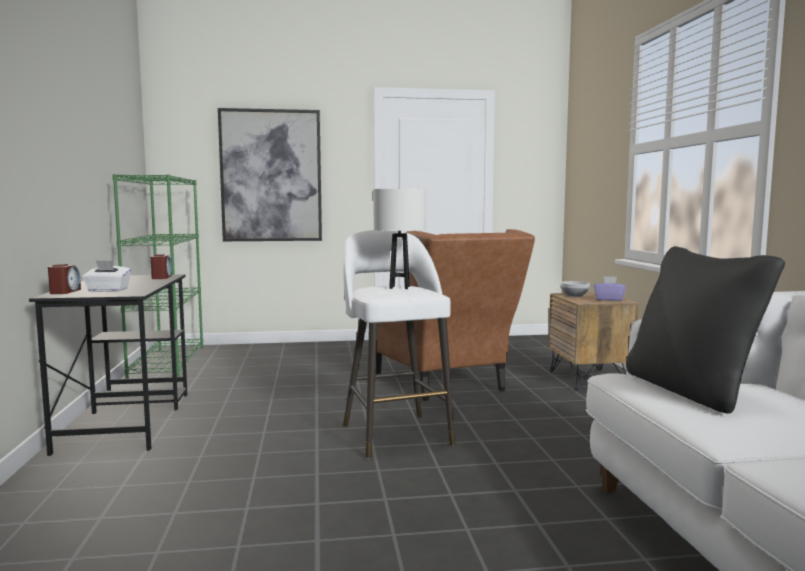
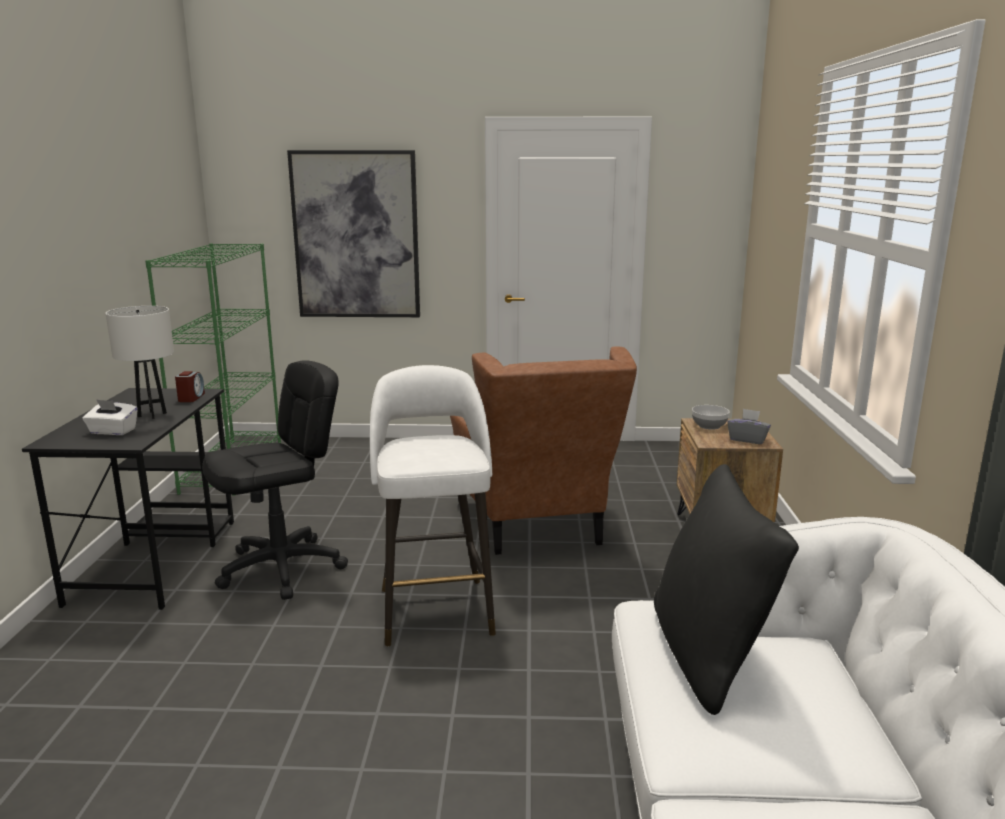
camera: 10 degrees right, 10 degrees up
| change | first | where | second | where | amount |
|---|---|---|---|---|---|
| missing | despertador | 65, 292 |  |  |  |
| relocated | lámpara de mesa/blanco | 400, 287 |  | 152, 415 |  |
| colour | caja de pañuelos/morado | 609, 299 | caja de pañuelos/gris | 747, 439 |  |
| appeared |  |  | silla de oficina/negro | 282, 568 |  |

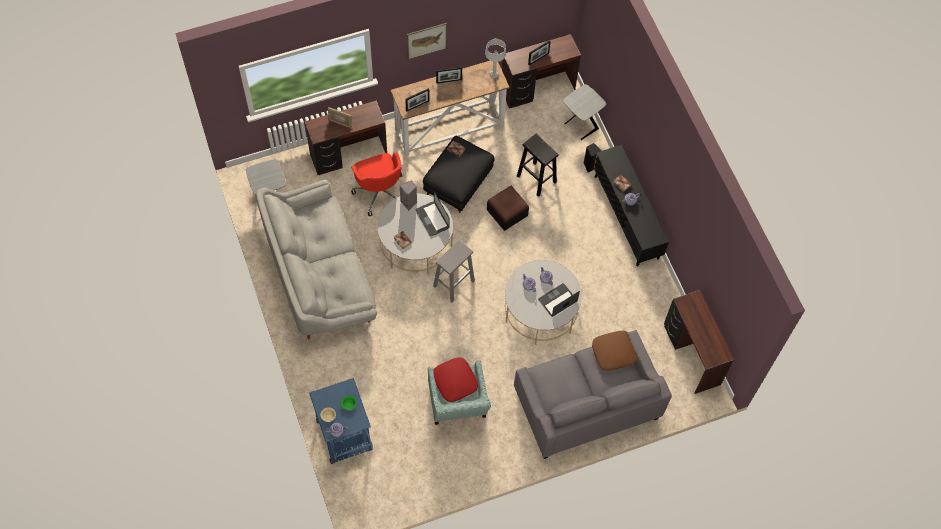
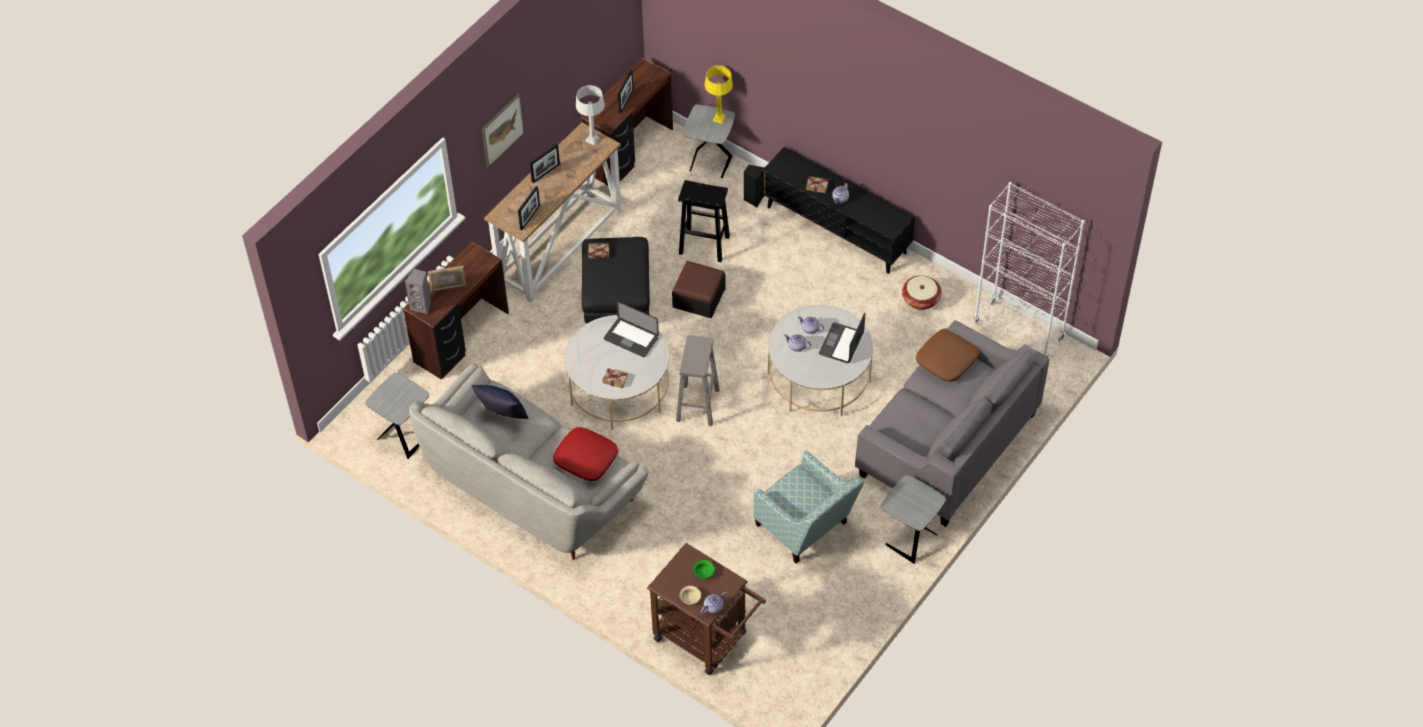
camera: 30 degrees left, 10 degrees down
| change | first | where | second | where | amount |
|---|---|---|---|---|---|
| colour | carrito/azul | 346, 440 | carrito/marrón | 706, 640 |  |
| missing | silla de oficina/rojo | 379, 191 |  |  |  |
| relocated | altavoz/gris | 409, 203 |  | 422, 305 |  |
| relocated | cojín/rojo | 454, 381 |  | 585, 459 |  |
| exchanged | escritorio/marrón | 691, 355 | estantería/blanco | 1018, 331 |  |
| appeared |  |  | cojín/azul | 502, 416 |  |
| appeared |  |  | lámpara de mesa/amarillo | 719, 119 |  |
| appeared |  |  | mesa auxiliar/gris | 909, 540 |  |
| appeared |  |  | cesta | 921, 299 |  |

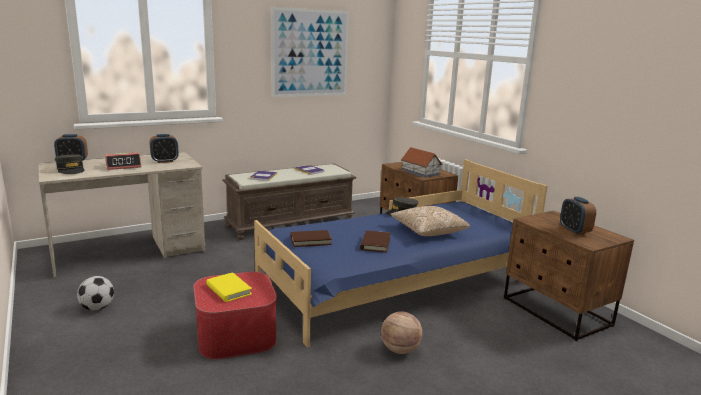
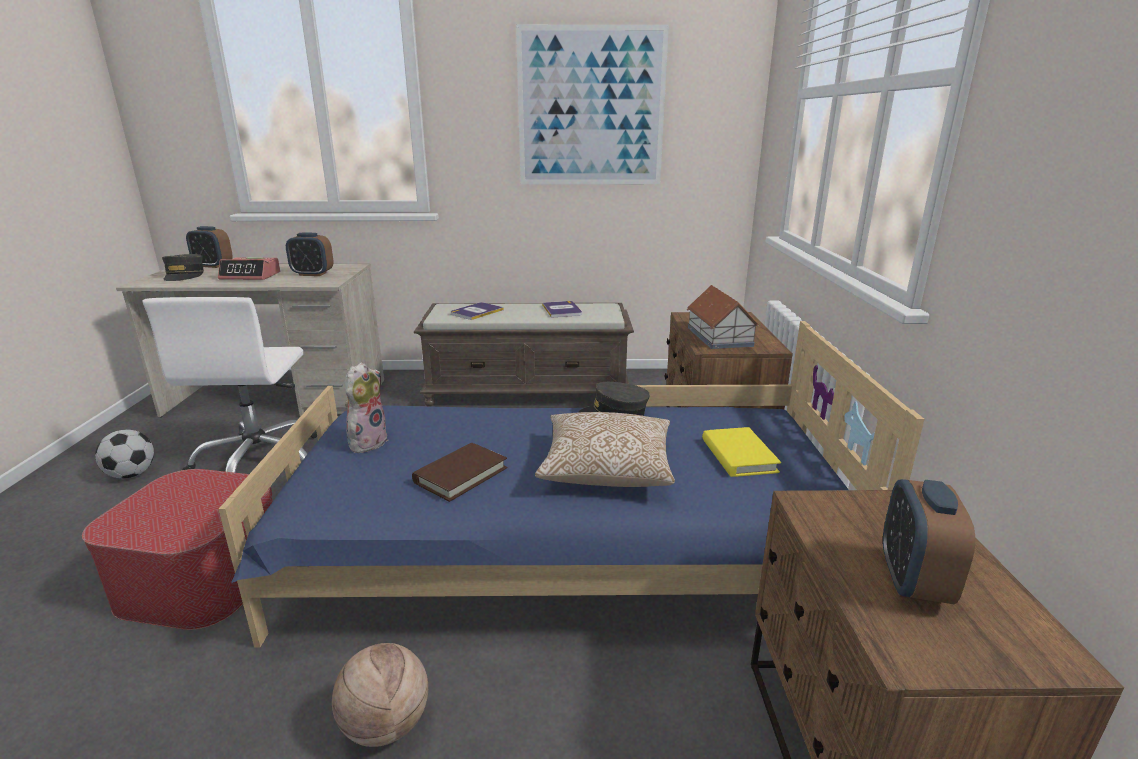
camera: 30 degrees right, 5 degrees up
| change | first | where | second | where | amount |
|---|---|---|---|---|---|
| relocated | libro/amarillo | 228, 290 |  | 738, 456 |  |
| exchanged | libro/marrón | 310, 241 | peluche | 367, 442 |  |
| appeared |  |  | silla de oficina/blanco | 259, 461 |  |

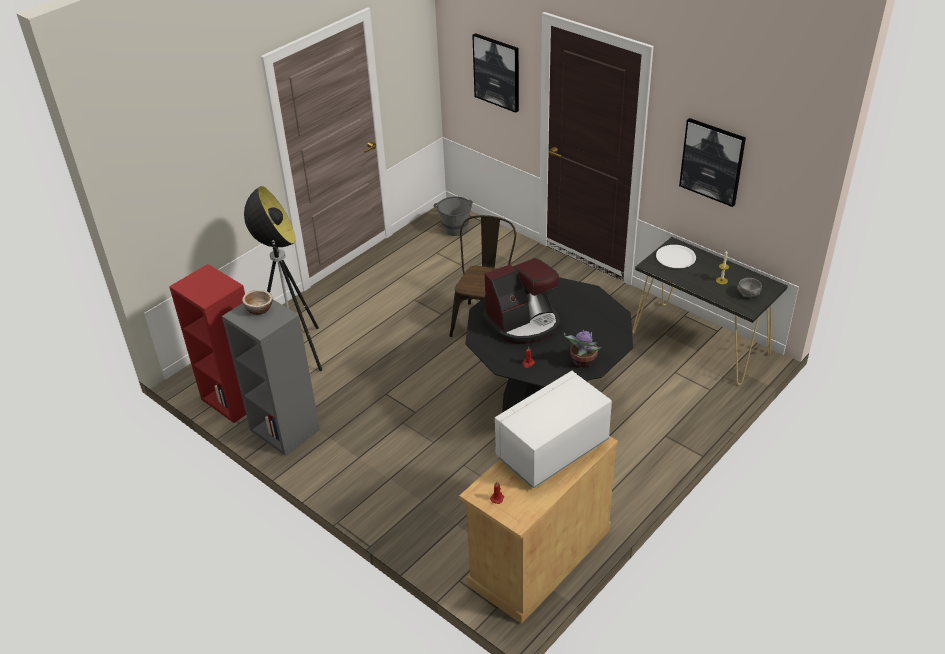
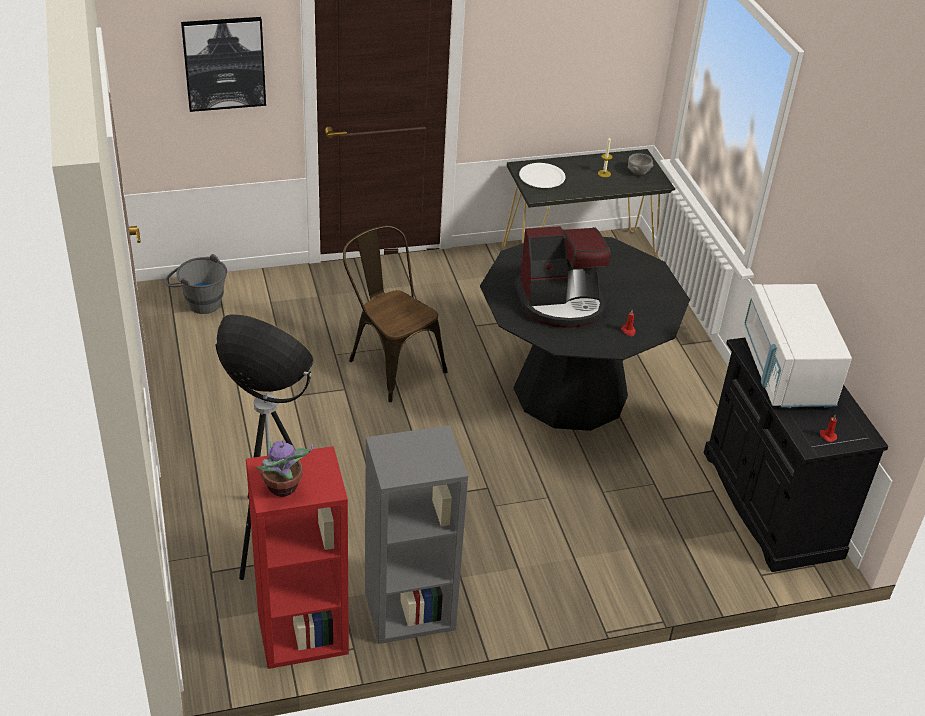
camera: 60 degrees left, 0 degrees up
| change | first | where | second | where | amount |
|---|---|---|---|---|---|
| missing | cuenco | 259, 309 |  |  |  |
| colour | armario/beis | 539, 557 | armario/negro | 770, 503 |  |
| spun | cafetera | 523, 323 |  | 561, 303 | 75 degrees clockwise |
| relocated | planta en maceta | 582, 362 |  | 283, 488 |  |
| missing | cuadro | 712, 161 |  |  |  |

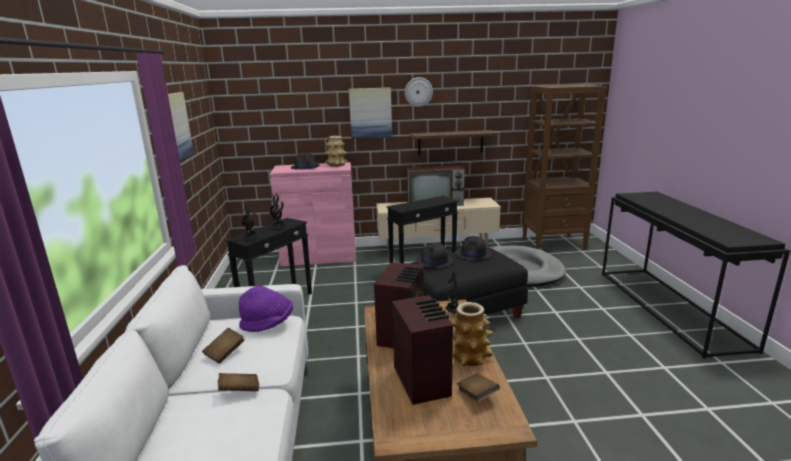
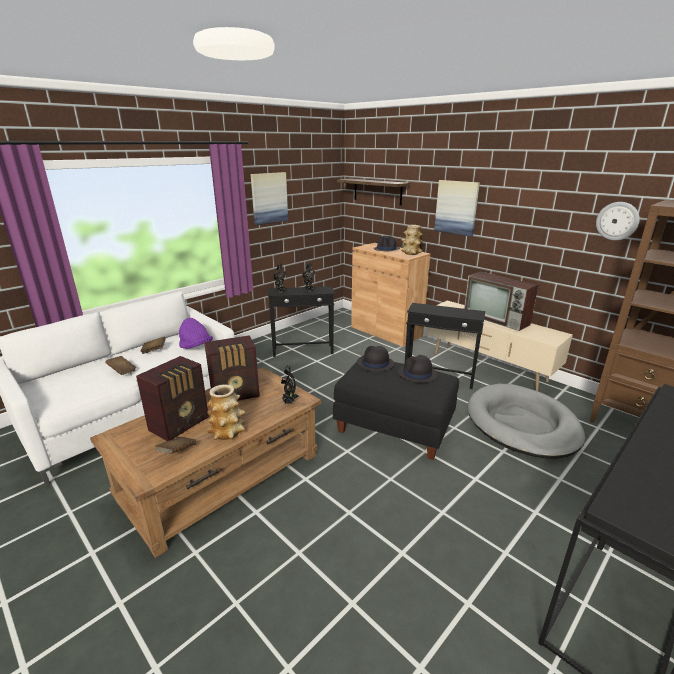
camera: 50 degrees right, 5 degrees up
| change | first | where | second | where | amount |
|---|---|---|---|---|---|
| colour | armario/rosa | 319, 257 | armario/marrón | 386, 331 |  |
| relocated | reloj de pared | 418, 92 |  | 617, 221 |  |
| relocated | estante | 450, 142 |  | 377, 191 |  |

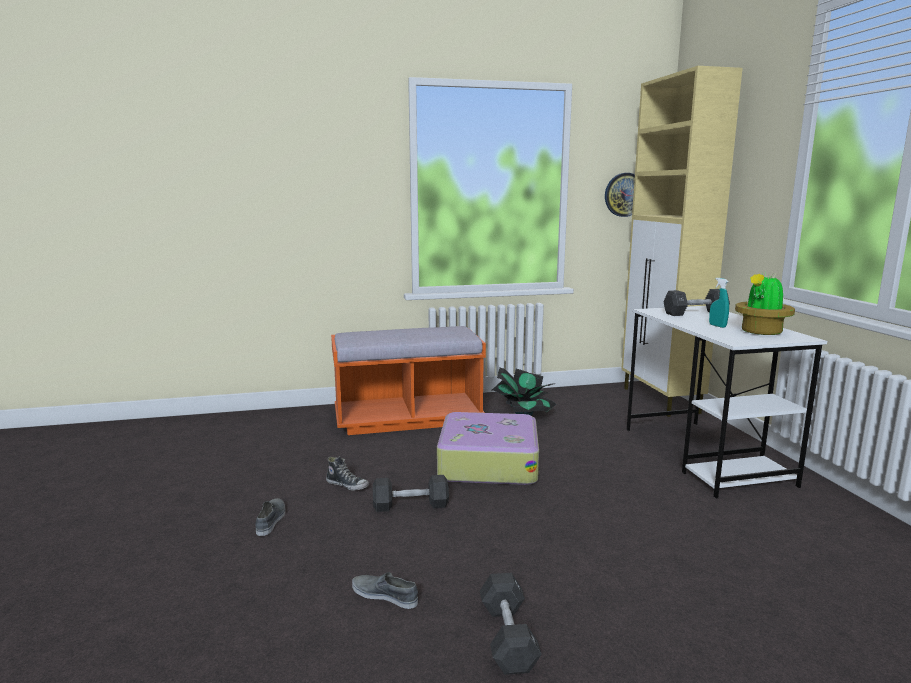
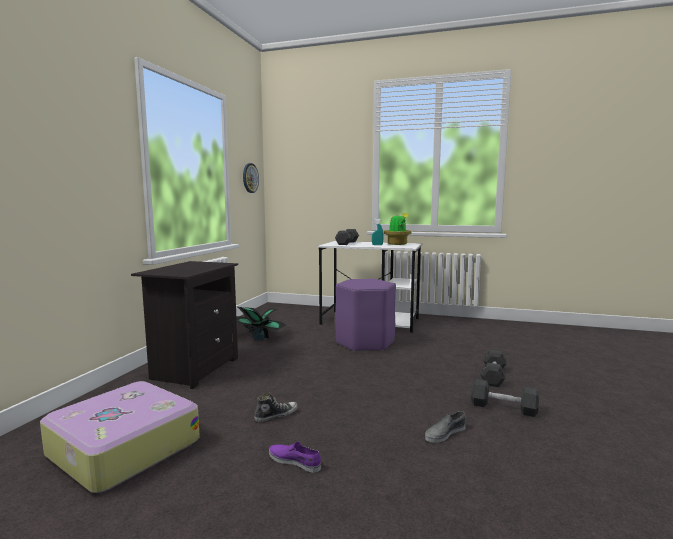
camera: 60 degrees left, 5 degrees down
| change | first | where | second | where | amount |
|---|---|---|---|---|---|
| colour | zapato/gris | 271, 520 | zapato/morado | 294, 461 |  |
| exchanged | banco/naranja | 407, 419 | mesita de noche/negro | 194, 369 |  |
| relocated | mancuerna/negro | 410, 505 |  | 493, 376 |  |
| relocated | maleta | 487, 462 |  | 122, 448 |  |
| missing | armario/beis | 661, 401 |  |  |  |
| appeared |  |  | taburete/morado | 364, 342 |  |

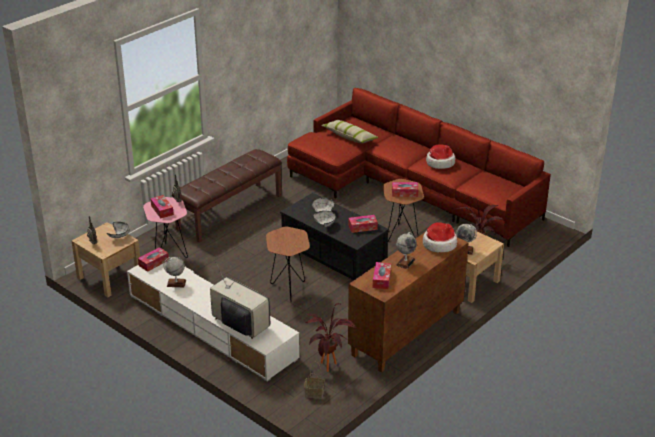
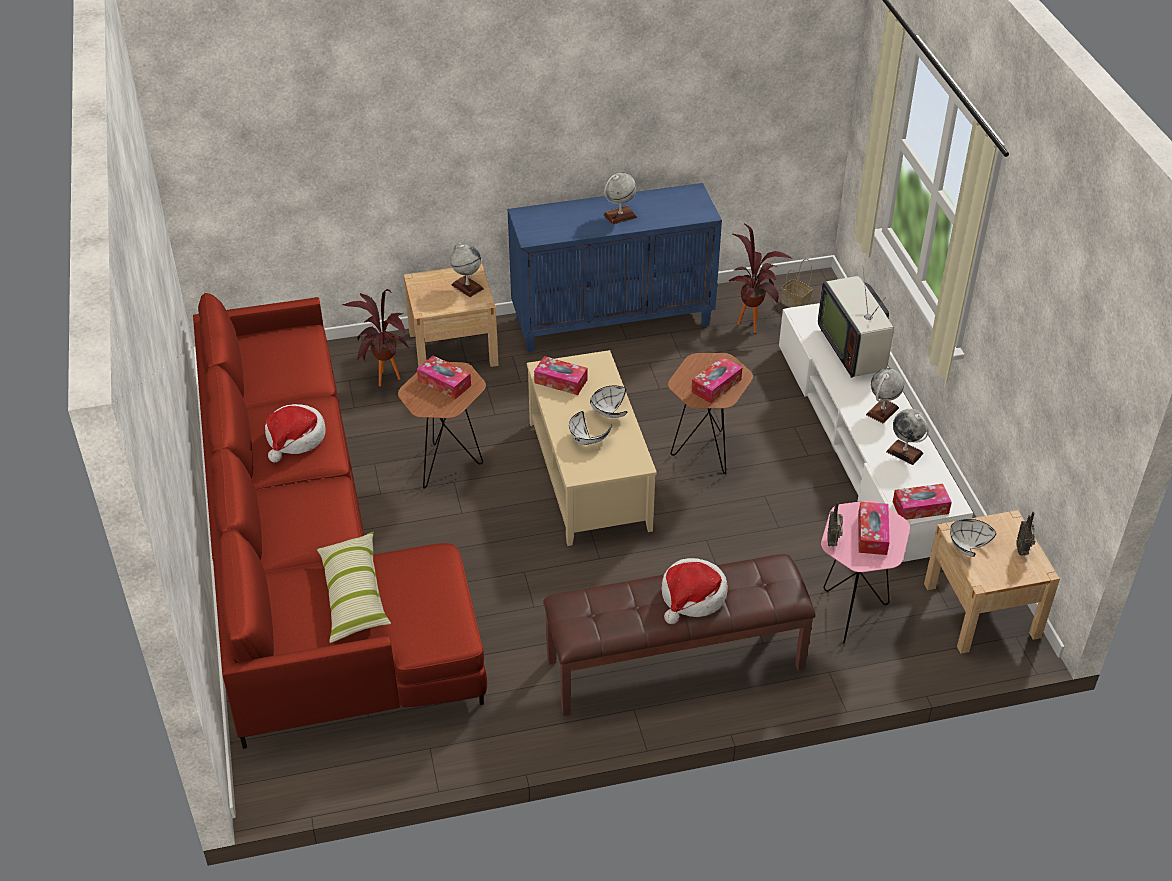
camera: 145 degrees left, 10 degrees up
| change | first | where | second | where | amount |
|---|---|---|---|---|---|
| colour | mesa de centro/negro | 334, 257 | mesa de centro/beis | 587, 475 |  |
| colour | armario/marrón | 406, 334 | armario/azul | 613, 320 |  |
| relocated | caja de pañuelos | 381, 279 |  | 716, 386 |  |
| relocated | sombrero | 439, 244 |  | 692, 597 |  |
| appeared |  |  | globo terráqueo | 882, 411 |  |

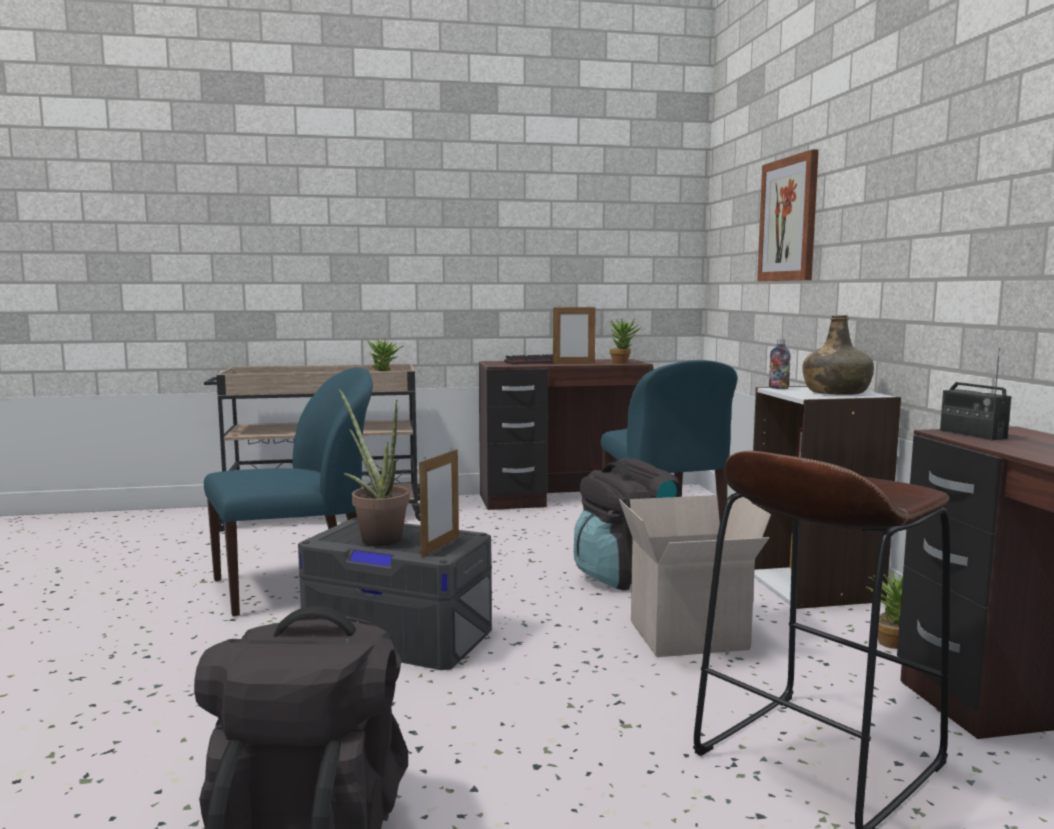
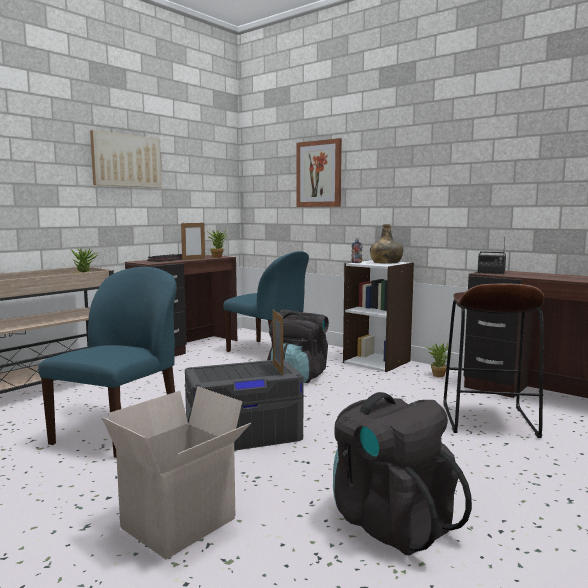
camera: 40 degrees left, 0 degrees up
| change | first | where | second | where | amount |
|---|---|---|---|---|---|
| missing | planta en maceta | 376, 538 |  |  |  |
| relocated | caja de cartón | 687, 637 |  | 179, 525 |  |
| appeared |  |  | cuadro | 126, 160 |  |

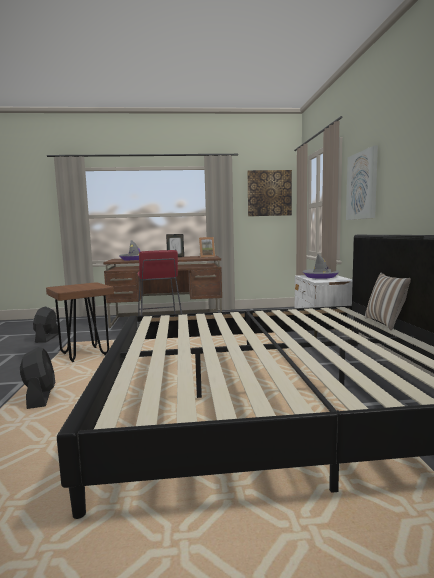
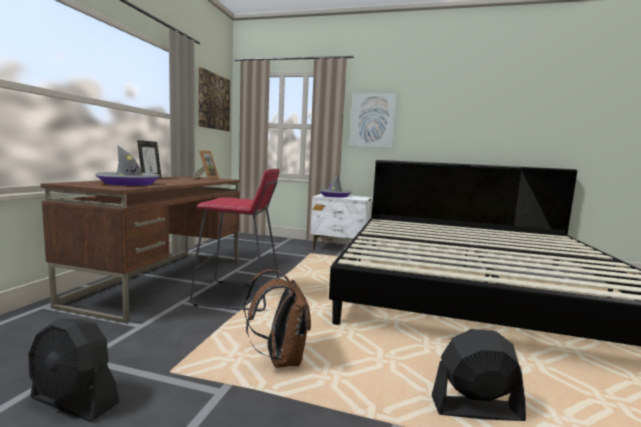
camera: 70 degrees left, 0 degrees up
| change | first | where | second | where | amount |
|---|---|---|---|---|---|
| exchanged | taburete/marrón | 85, 354 | mochila/marrón | 280, 358 |  |
| missing | cojín | 386, 323 |  |  |  |

